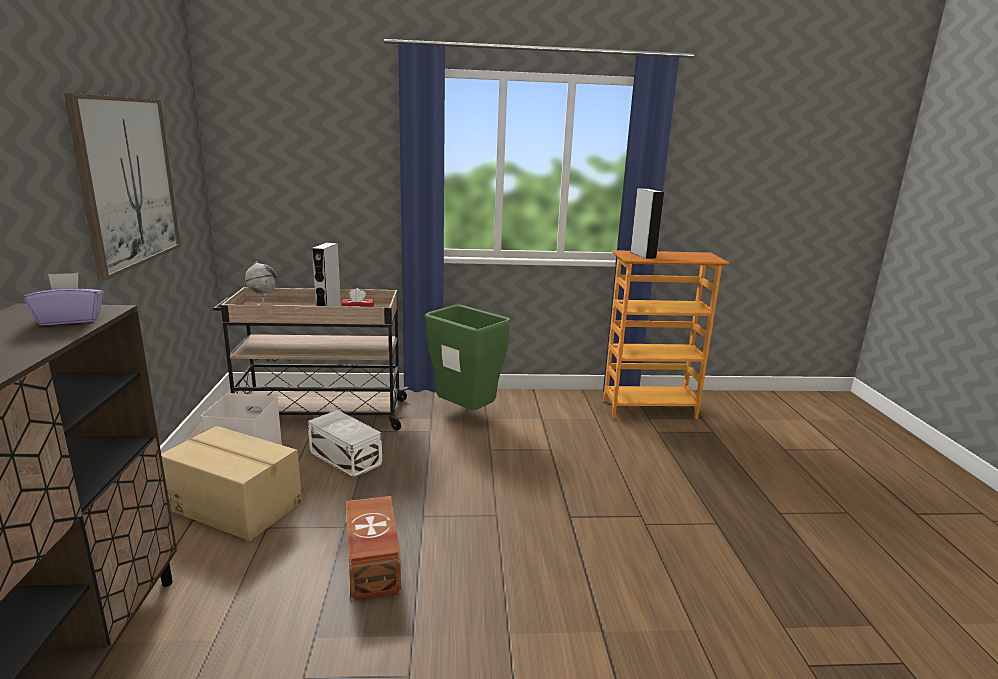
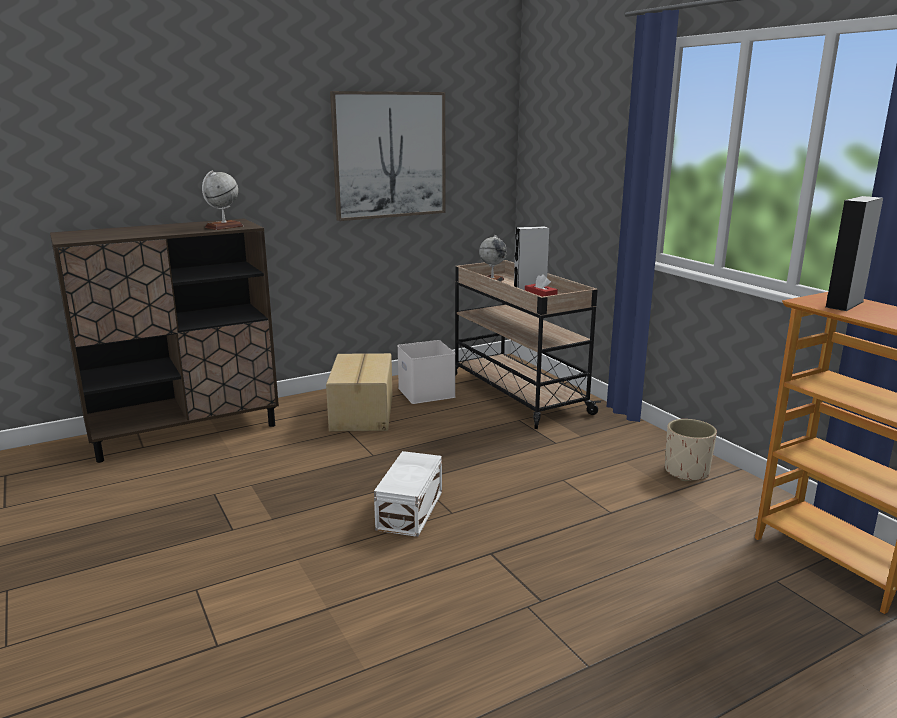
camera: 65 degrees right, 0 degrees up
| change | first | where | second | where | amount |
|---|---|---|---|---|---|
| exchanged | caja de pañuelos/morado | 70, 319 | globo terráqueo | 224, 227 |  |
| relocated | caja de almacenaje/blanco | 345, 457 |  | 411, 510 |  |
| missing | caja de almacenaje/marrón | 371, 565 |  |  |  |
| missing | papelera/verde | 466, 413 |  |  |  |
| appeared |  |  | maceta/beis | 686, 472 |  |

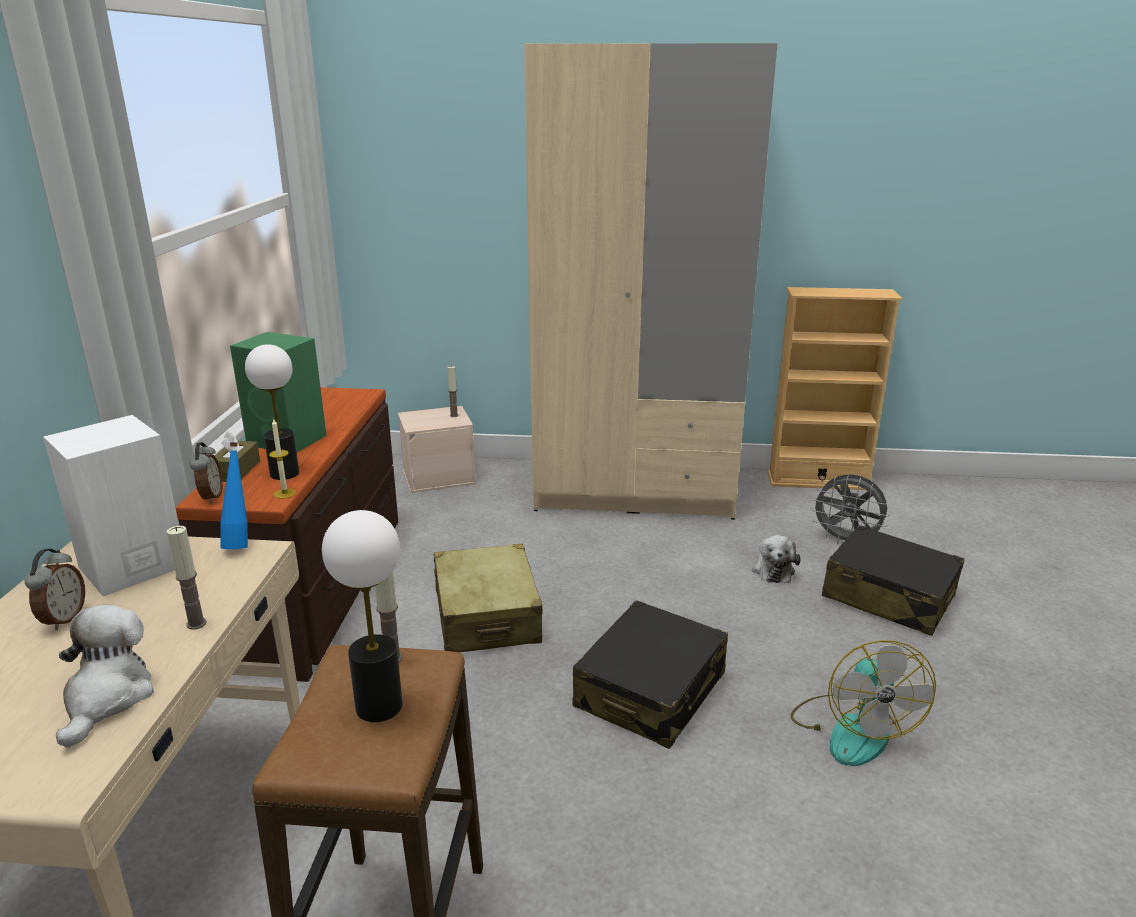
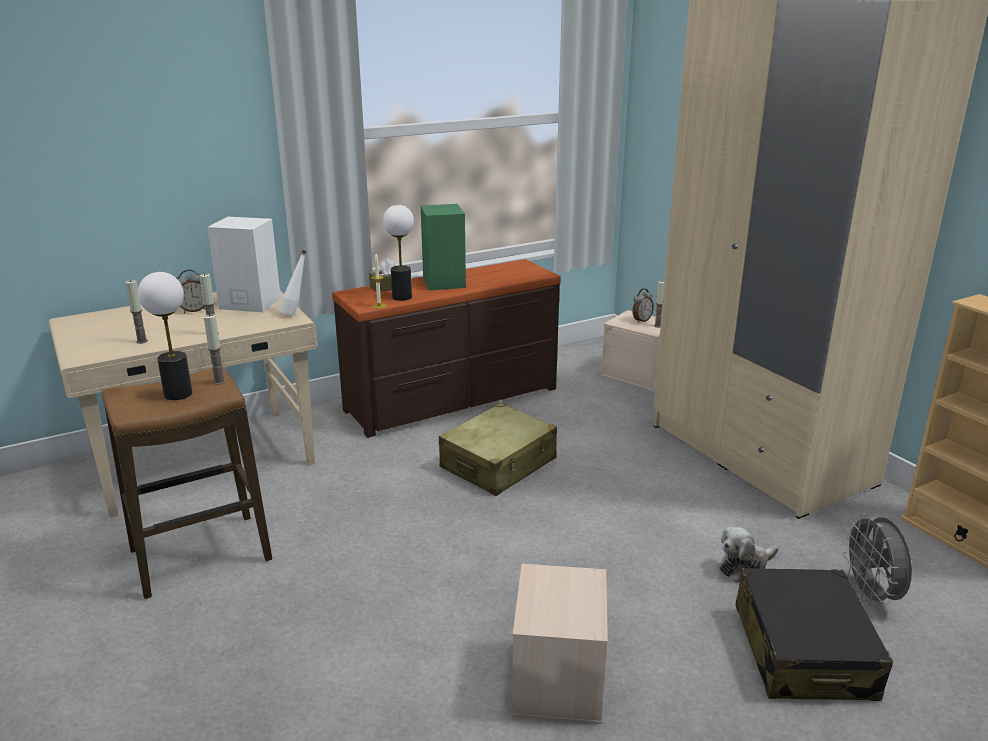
camera: 55 degrees right, 0 degrees up
| change | first | where | second | where | amount |
|---|---|---|---|---|---|
| exchanged | peluche | 107, 698 | vela | 142, 341 |  |
| relocated | despertador | 210, 497 |  | 641, 320 |  |
| colour | botella/azul | 240, 543 | botella/blanco | 296, 313 |  |
| missing | maleta/negro | 651, 691 |  |  |  |
| exchanged | ventilador | 852, 729 | caja de almacenaje/beis | 559, 681 |  |

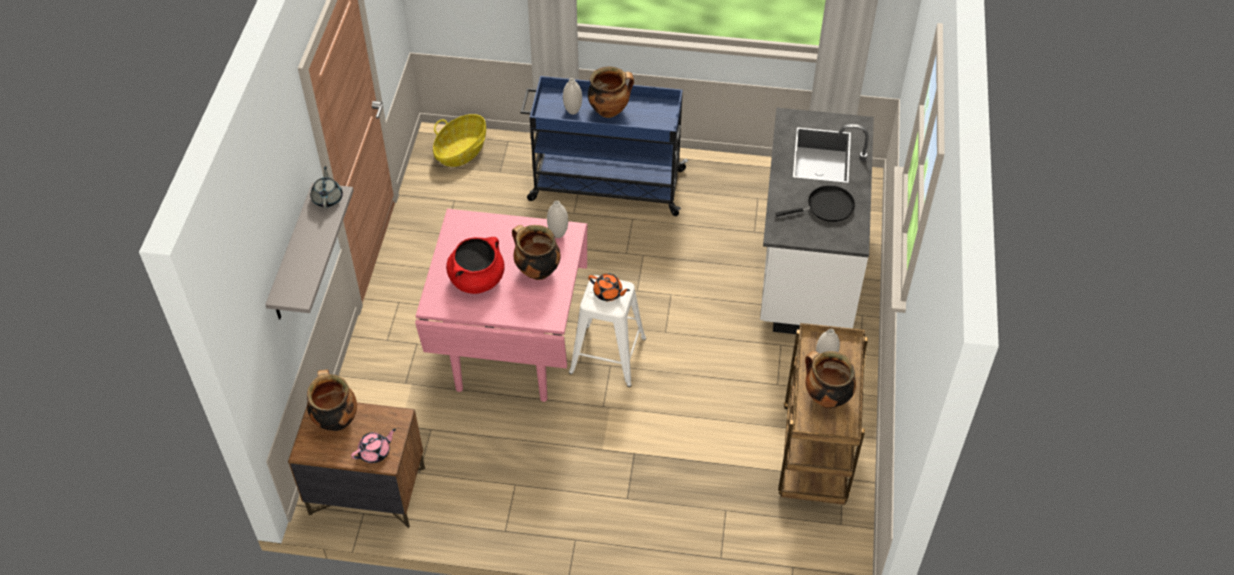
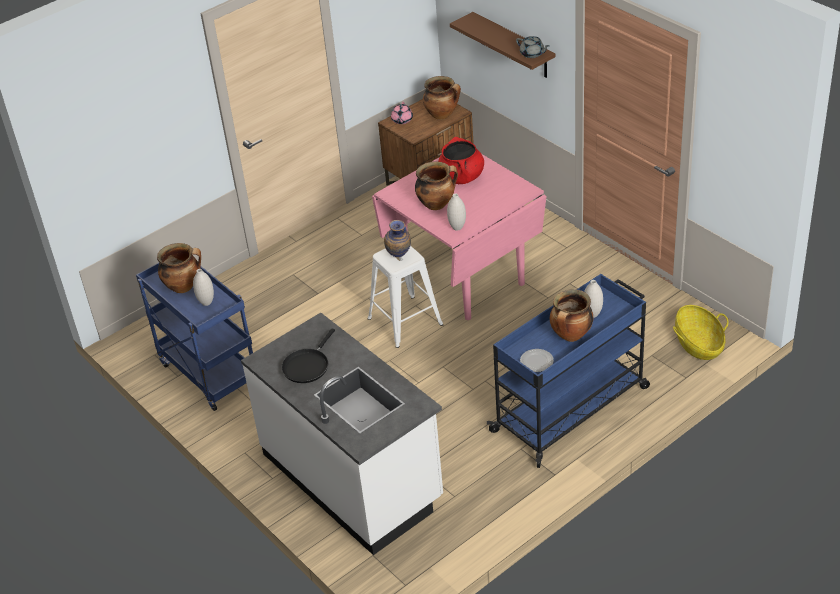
camera: 135 degrees right, 10 degrees down
| change | first | where | second | where | amount |
|---|---|---|---|---|---|
| colour | estante/gris | 293, 255 | estante/marrón | 513, 46 |  |
| exchanged | tetera/naranja | 608, 293 | florero | 399, 257 |  |
| colour | carrito/marrón | 815, 457 | carrito/azul | 207, 373 |  |
| appeared |  |  | plato | 537, 362 |  |

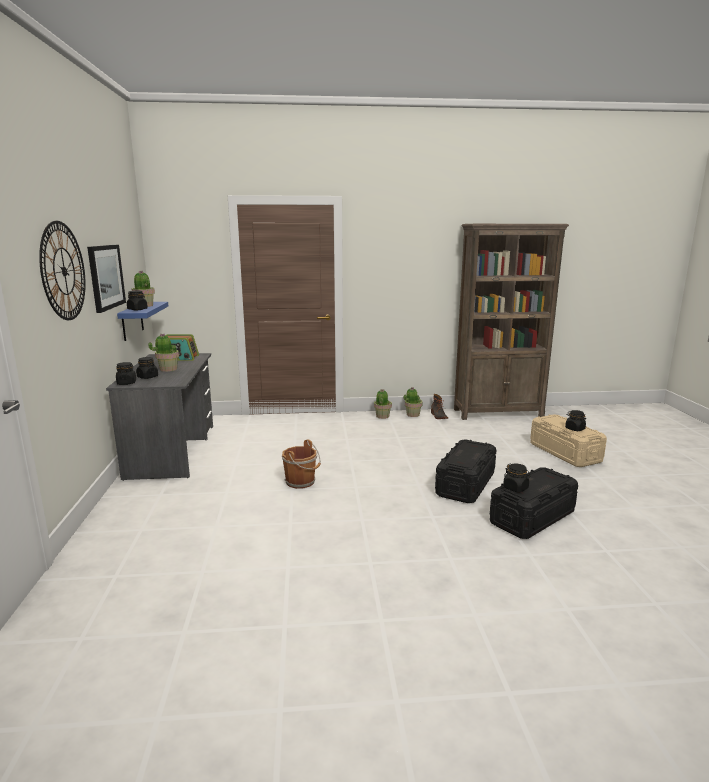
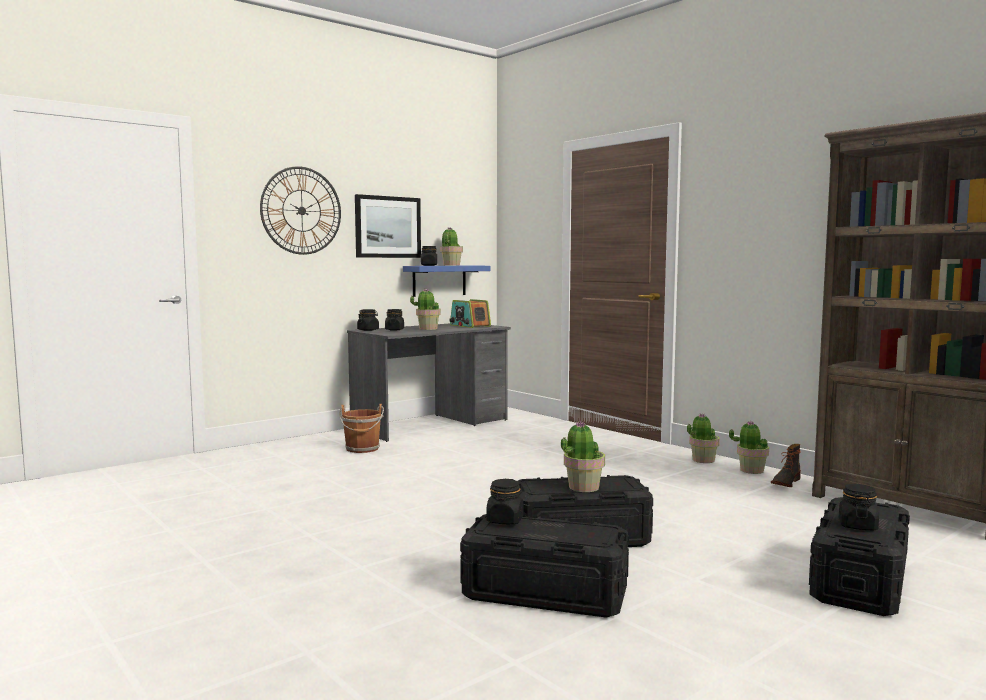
camera: 55 degrees right, 10 degrees down
| change | first | where | second | where | amount |
|---|---|---|---|---|---|
| relocated | cubo/marrón | 301, 482 |  | 362, 449 |  |
| colour | caja de almacenaje/beis | 564, 452 | caja de almacenaje/negro | 860, 581 |  |
| appeared |  |  | planta en maceta | 583, 487 |  |

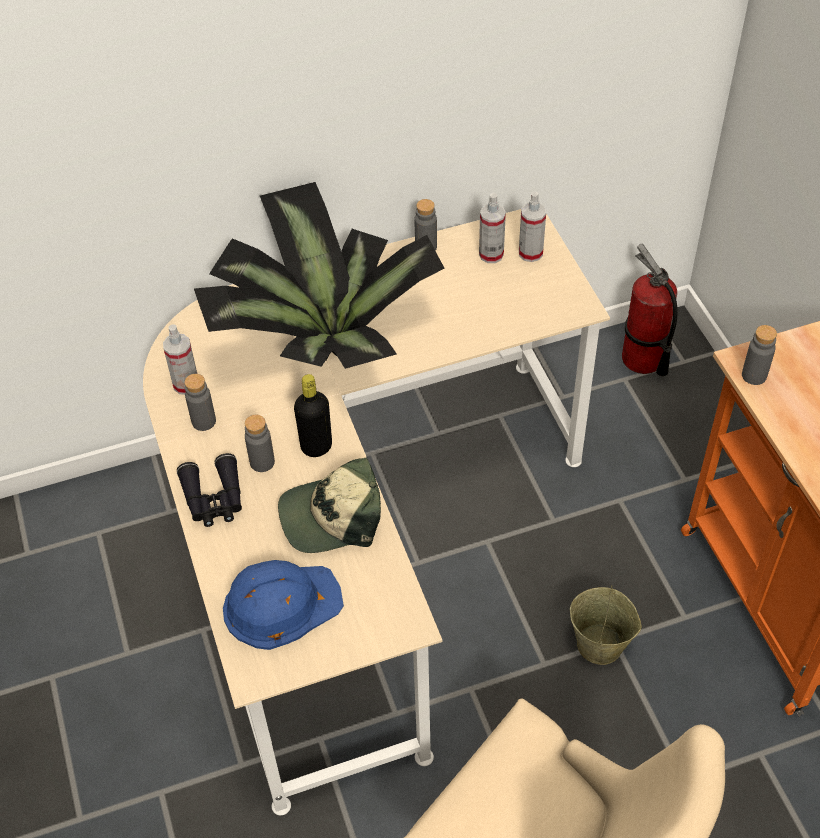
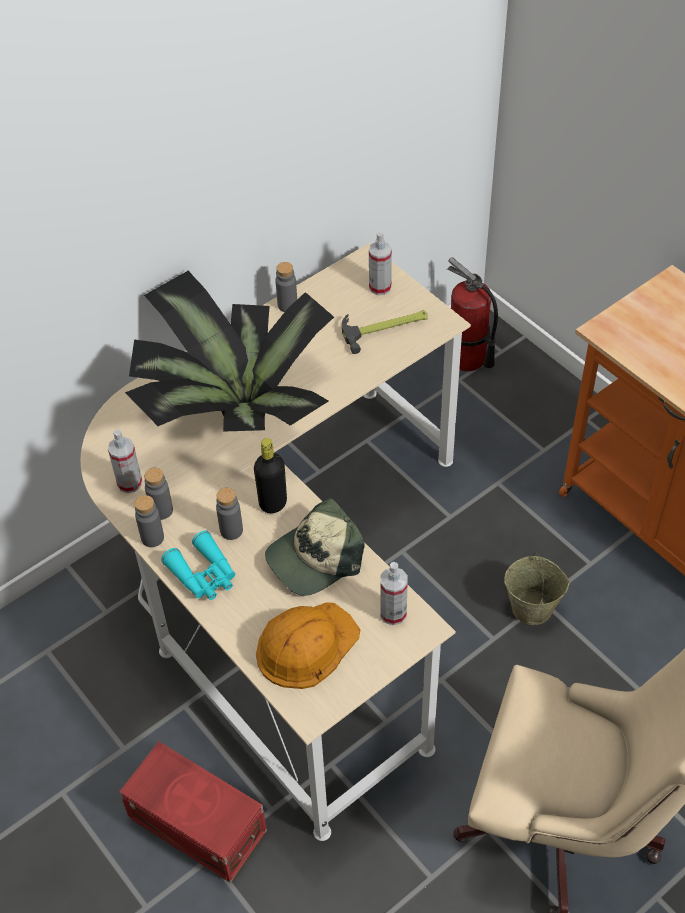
camera: 20 degrees left, 0 degrees up
| change | first | where | second | where | amount |
|---|---|---|---|---|---|
| colour | prismáticos/negro | 214, 499 | prismáticos/turquesa | 204, 575 |  |
| colour | casco/azul | 281, 604 | casco/naranja | 306, 645 |  |
| relocated | pulverizador | 491, 254 |  | 393, 613 |  |
| relocated | botella/gris | 754, 375 |  | 152, 538 |  |
| appeared |  |  | caja de almacenaje/rojo | 197, 821 |  |
| appeared |  |  | martillo | 385, 328 |  |

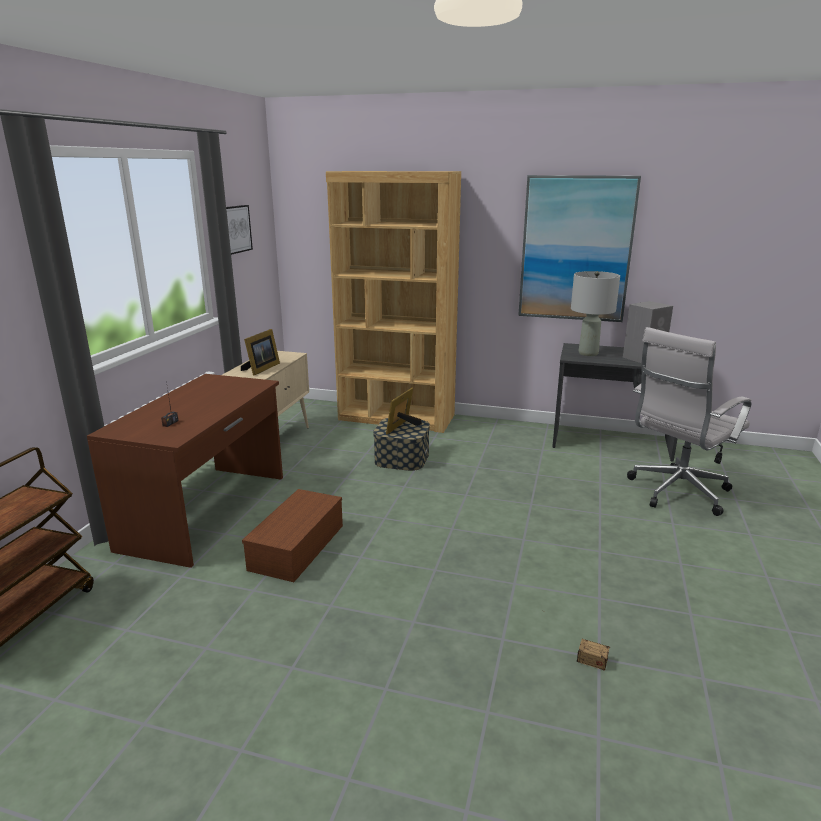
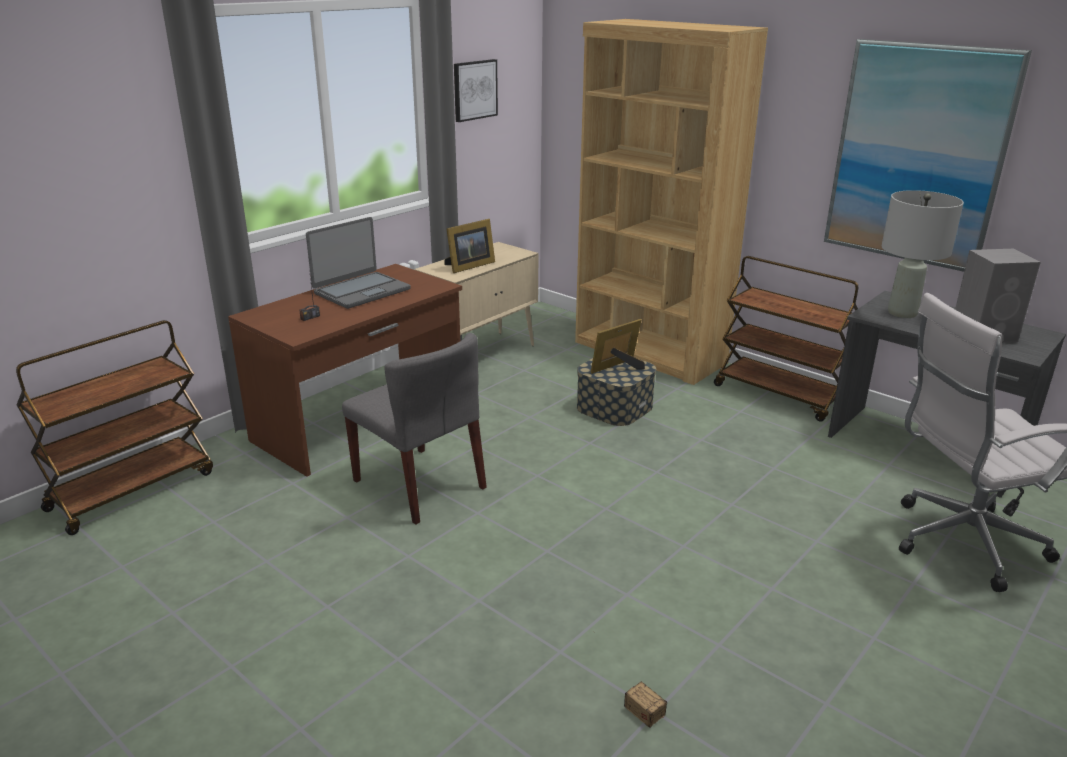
camera: 25 degrees right, 5 degrees up
| change | first | where | second | where | amount |
|---|---|---|---|---|---|
| exchanged | caja de almacenaje/marrón | 297, 548 | silla/gris | 420, 484 |  |
| appeared |  |  | portátil | 361, 291 |  |
| appeared |  |  | carrito/marrón | 779, 395 |  |

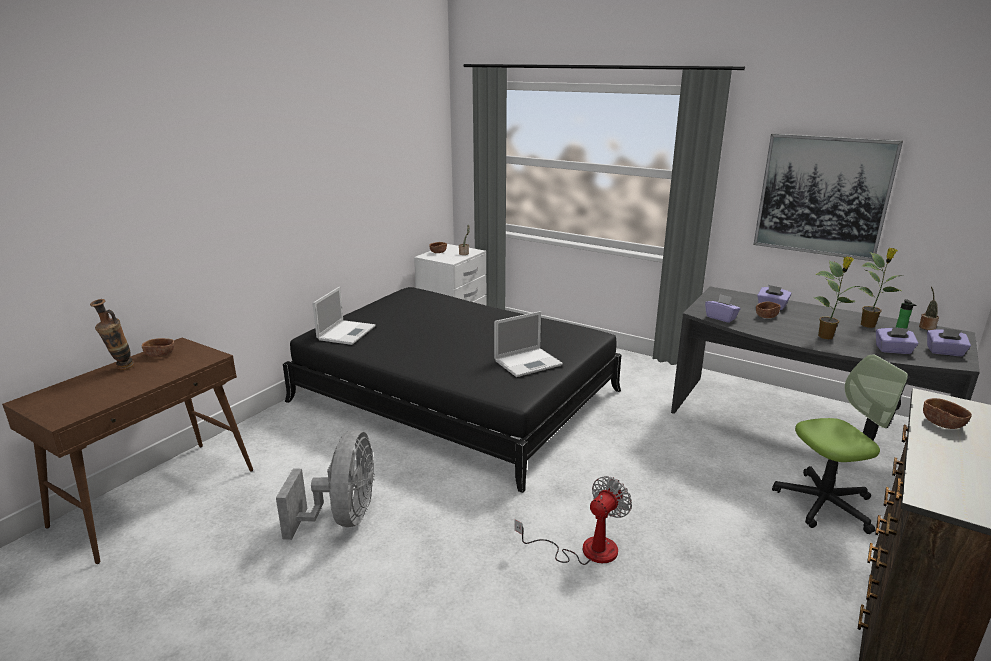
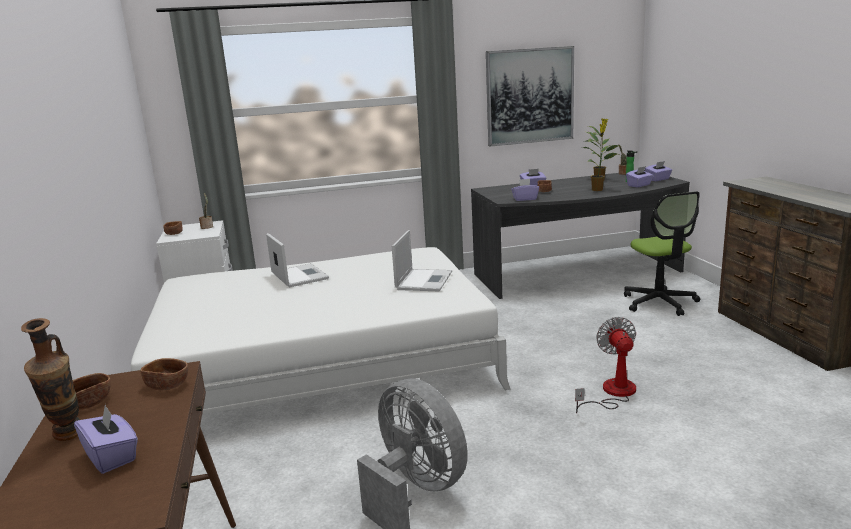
camera: 45 degrees left, 5 degrees down
| change | first | where | second | where | amount |
|---|---|---|---|---|---|
| colour | cama/negro | 455, 396 | cama/blanco | 322, 362 |  |
| relocated | portátil | 347, 332 |  | 299, 276 |  |
| spun | silla de oficina | 825, 503 |  | 659, 302 | 135 degrees clockwise |
| relocated | cuenco/marrón | 942, 423 |  | 167, 385 |  |
| appeared |  |  | caja de pañuelos/morado | 111, 456 |  |

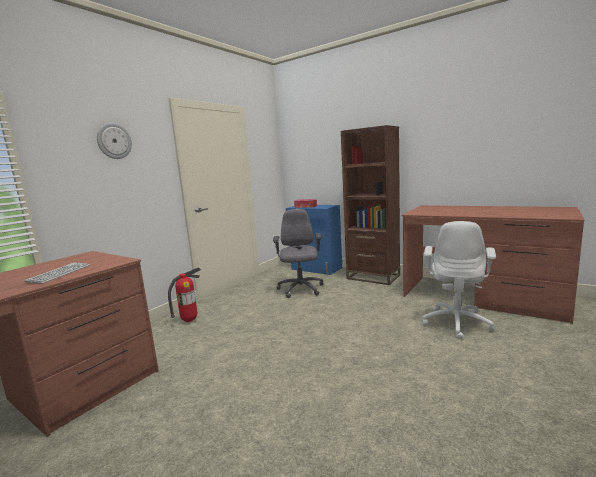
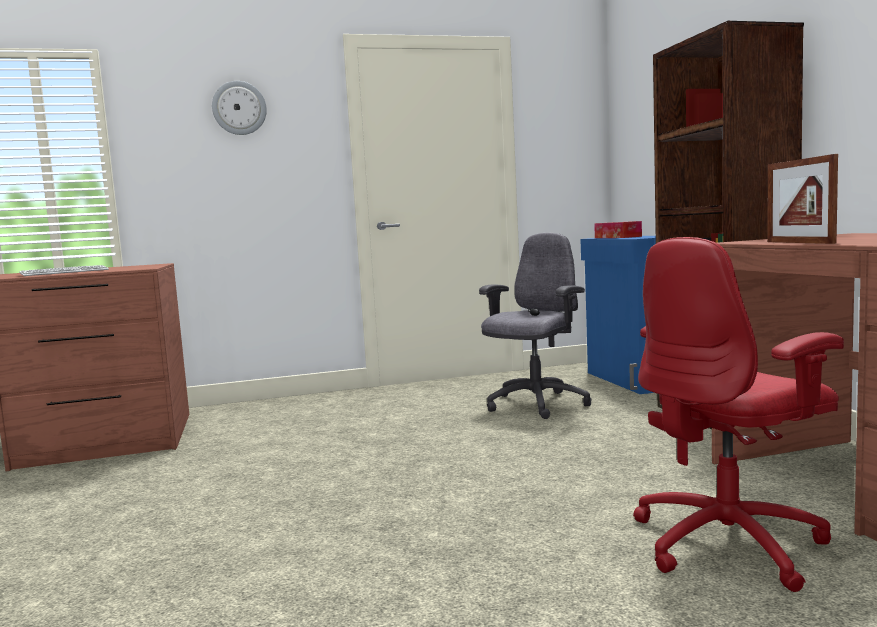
camera: 40 degrees right, 5 degrees down
| change | first | where | second | where | amount |
|---|---|---|---|---|---|
| missing | extintor | 189, 320 |  |  |  |
| colour | silla de oficina/blanco | 456, 322 | silla de oficina/rojo | 730, 543 |  |
| appeared |  |  | portarretratos | 799, 242 |  |

